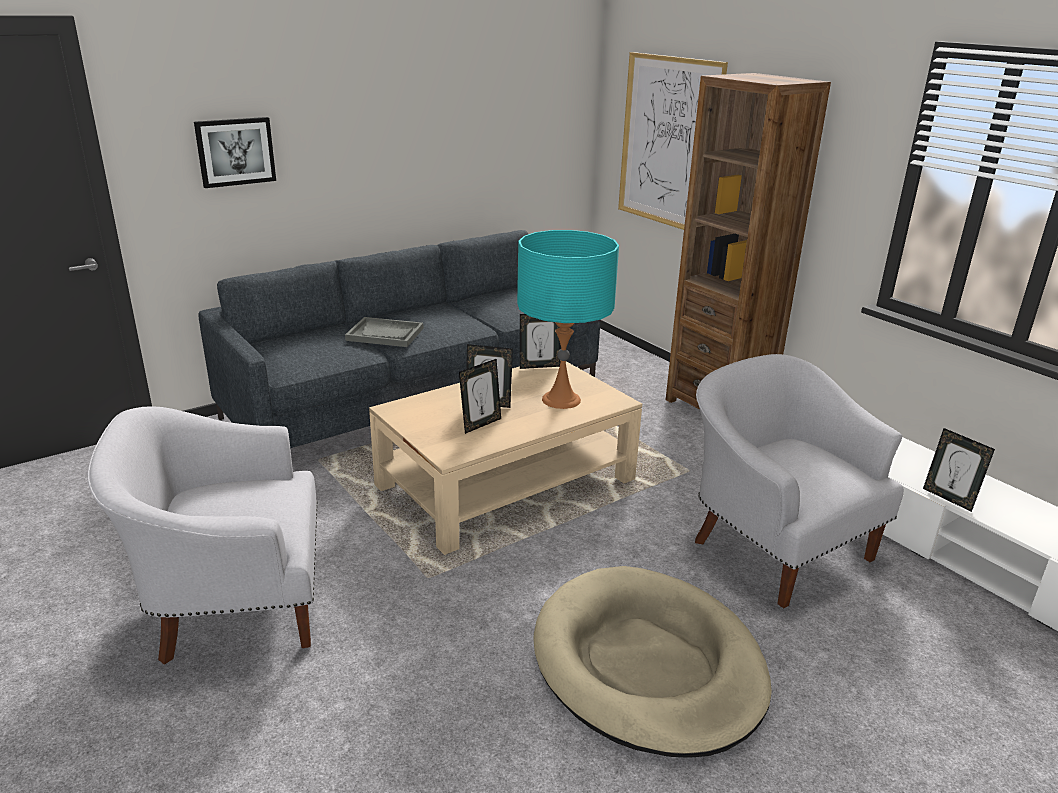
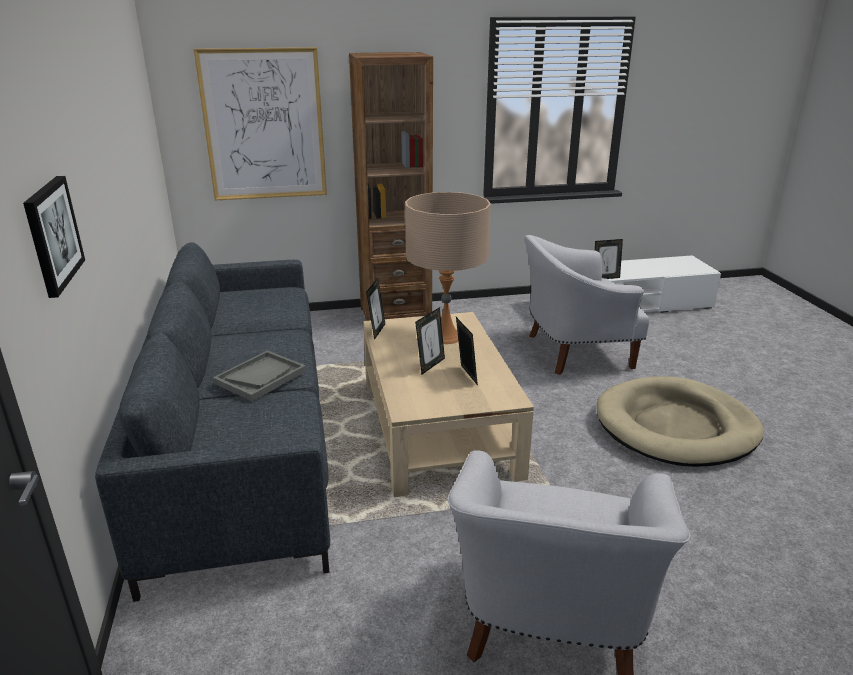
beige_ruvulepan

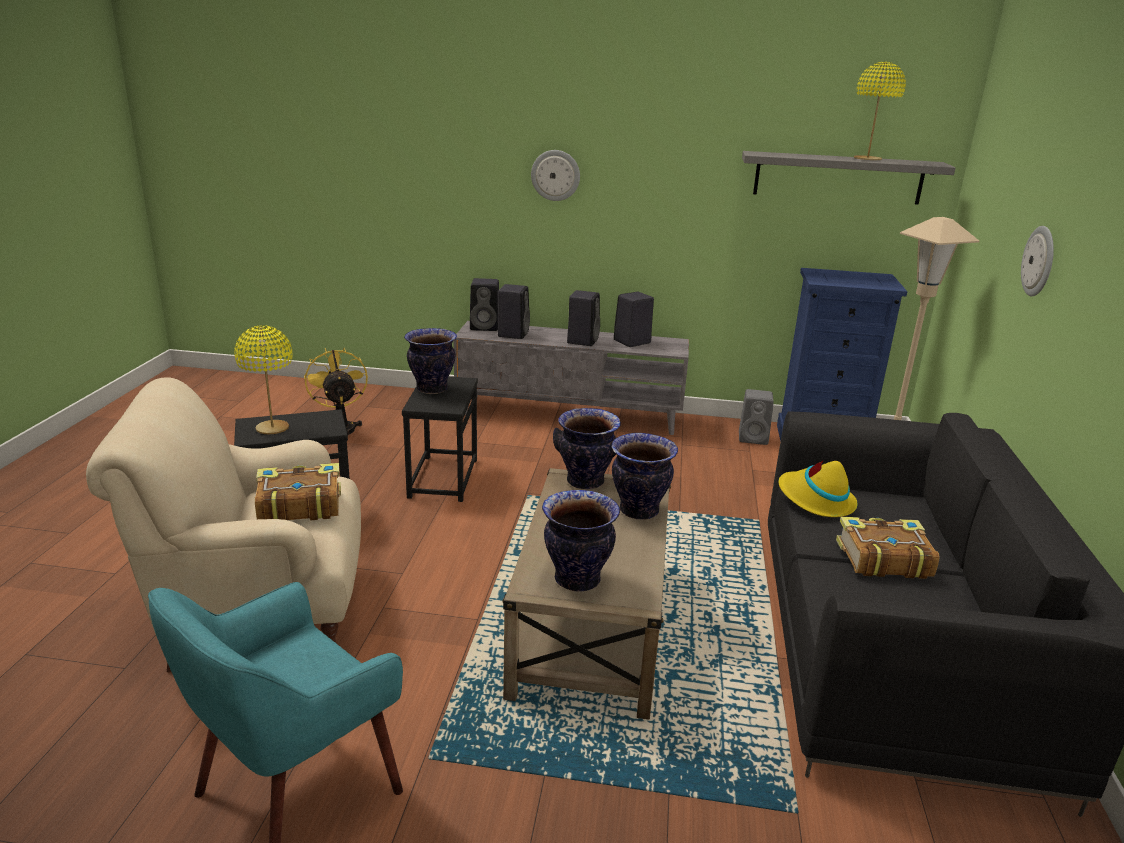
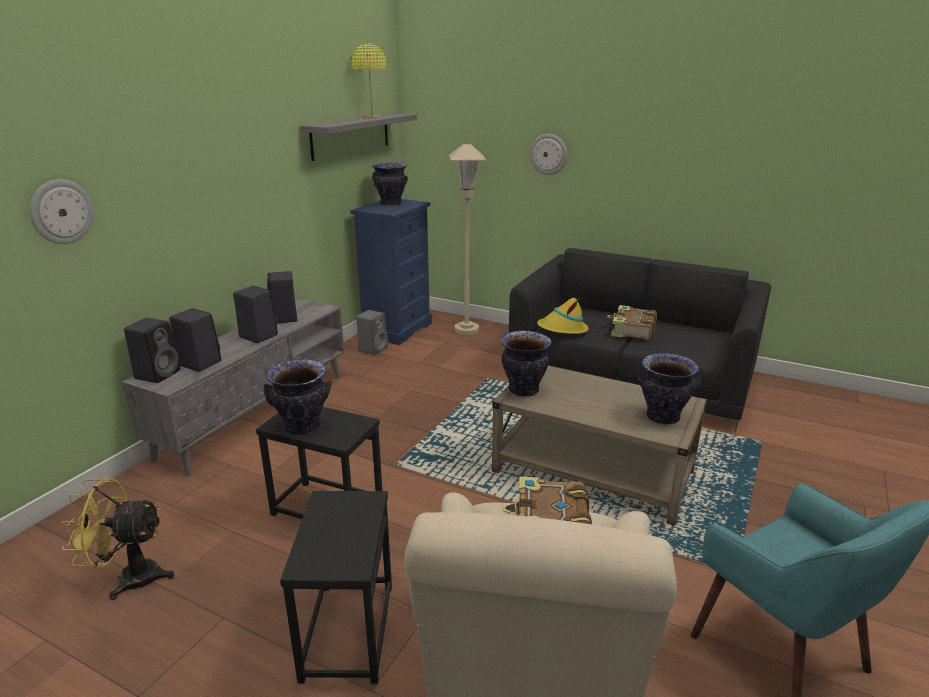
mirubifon (1st from left)
yellow_ruvulepan (1st from left in the first image)
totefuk (2nd from left)

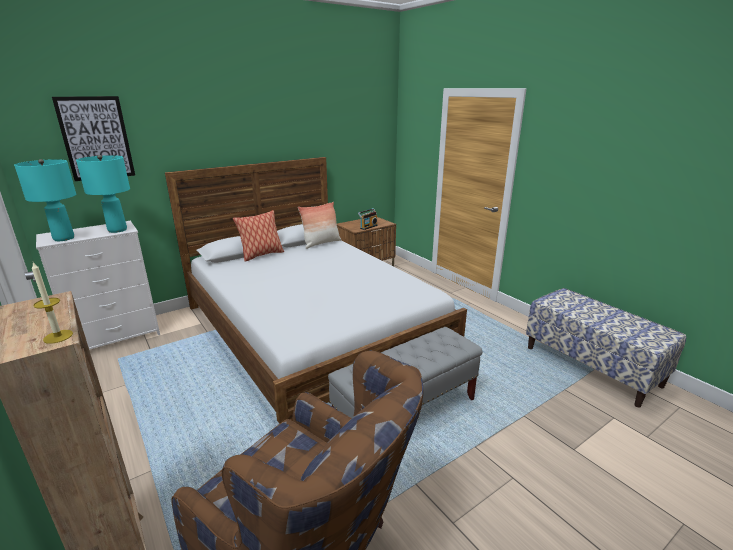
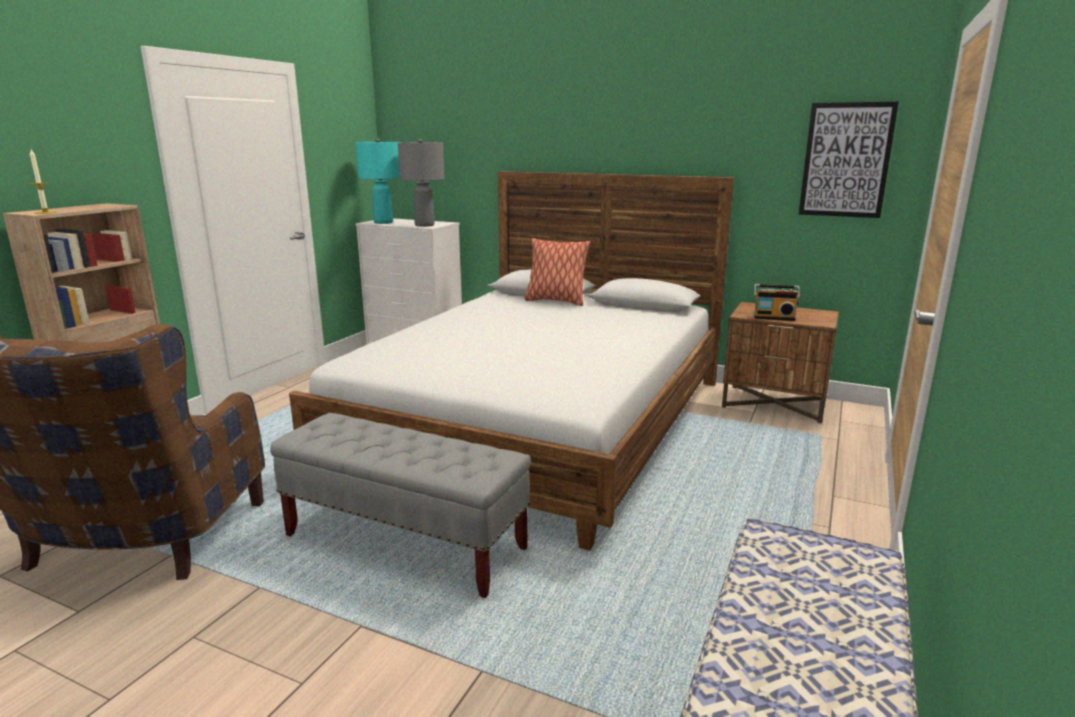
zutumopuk
grey_ruvulepan
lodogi (2nd from left in the first image)

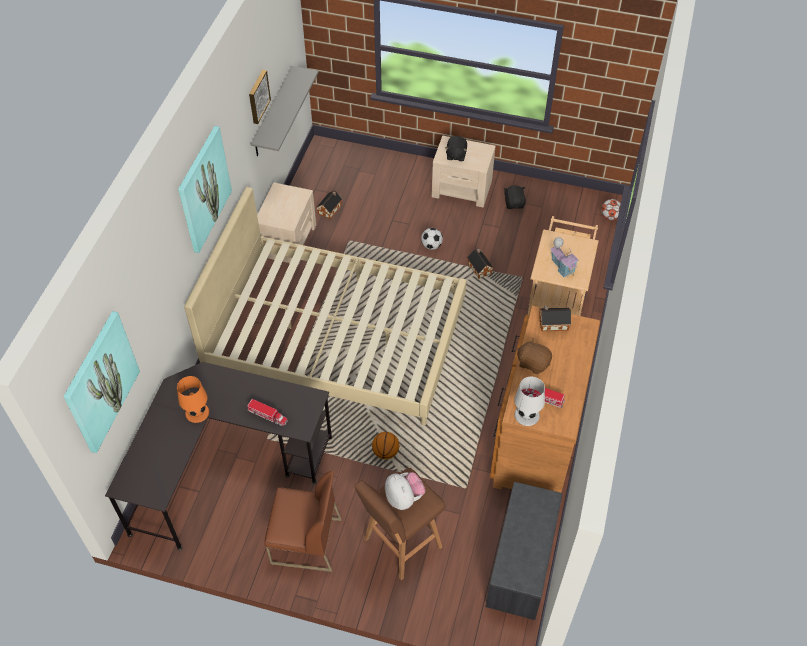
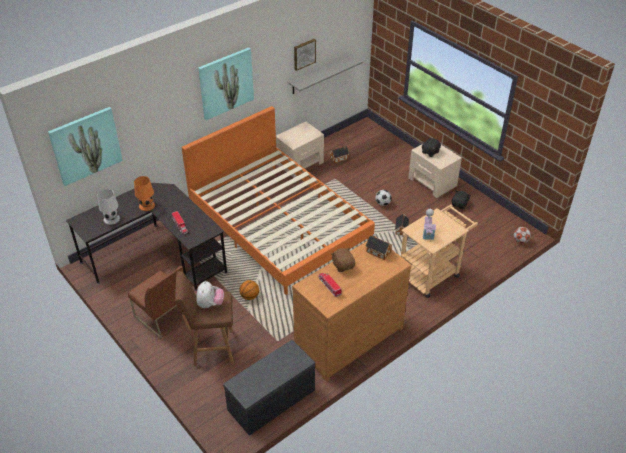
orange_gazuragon
white_ruvulepan

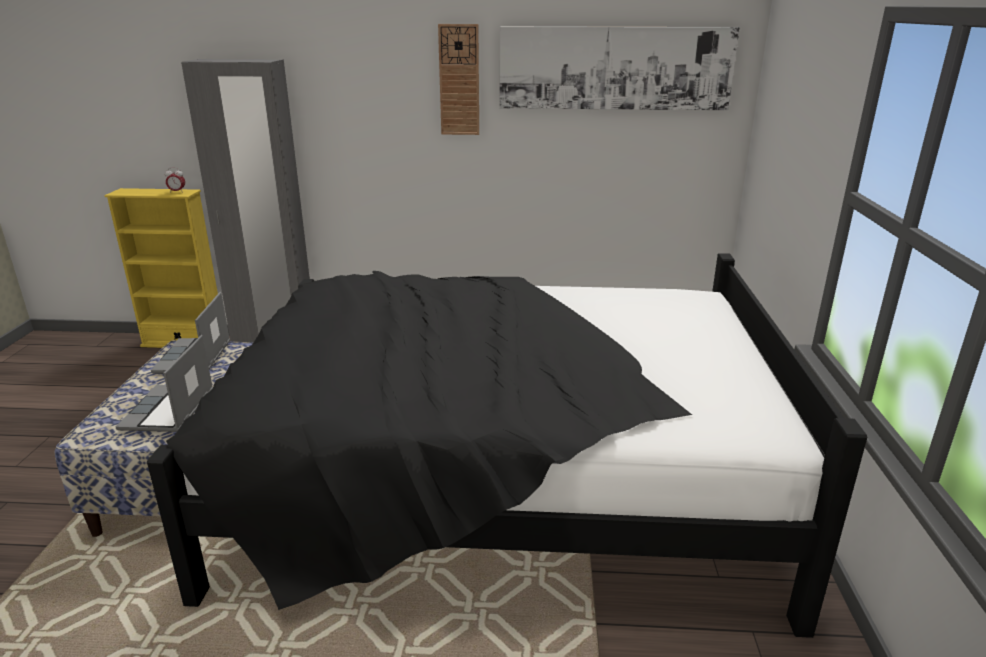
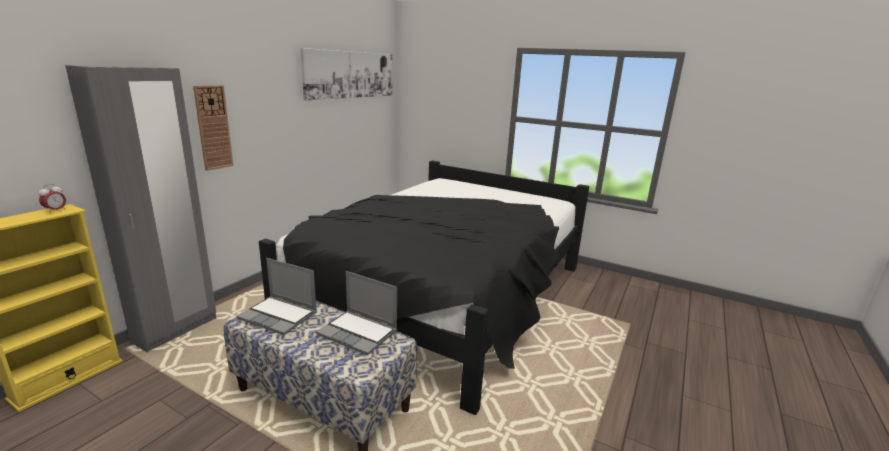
mirubifon

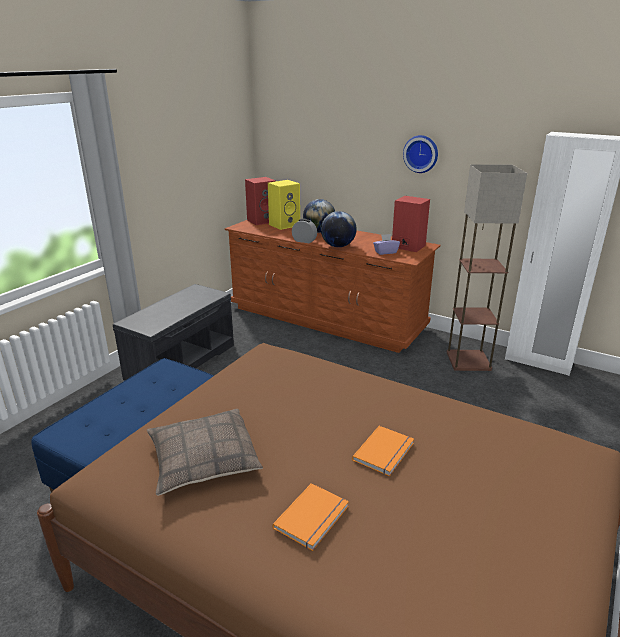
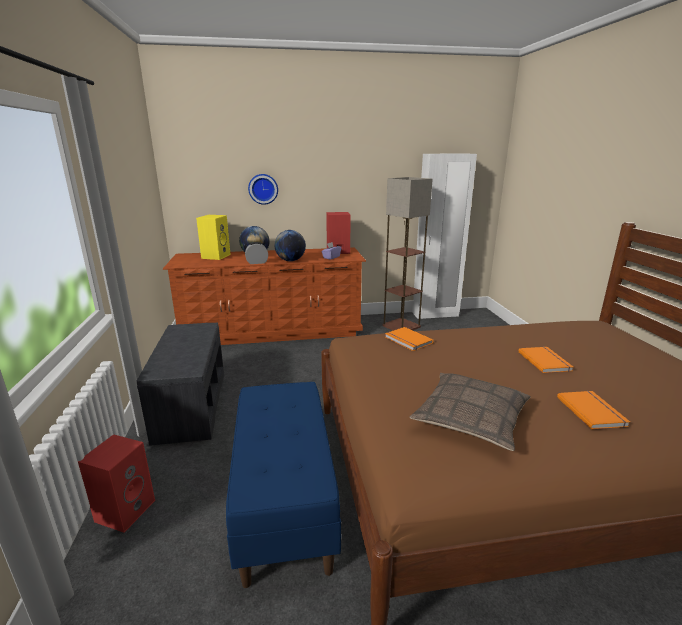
mirubifon
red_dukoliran (1st from left)
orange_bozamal (1st from left)

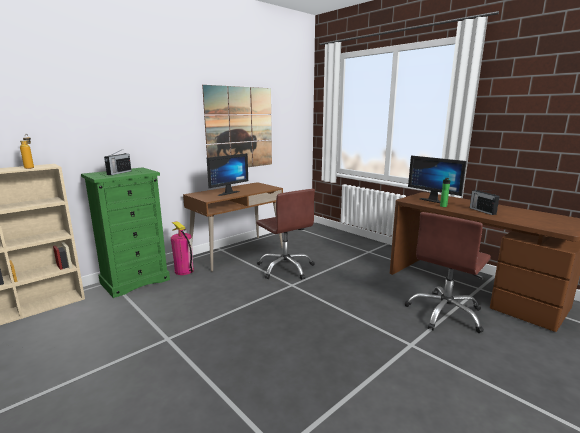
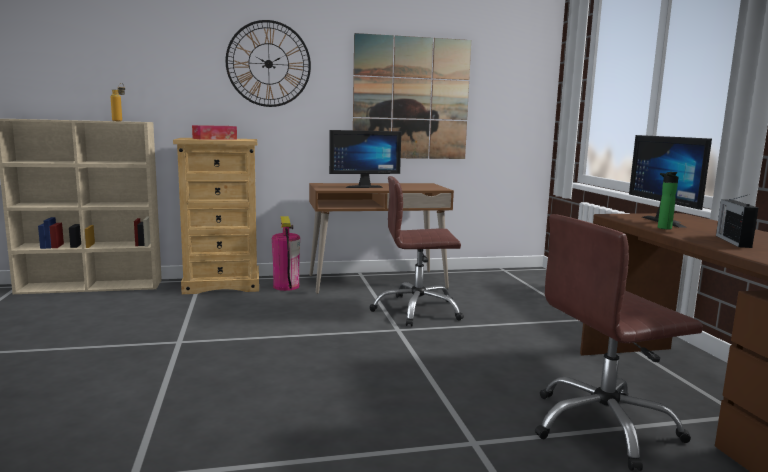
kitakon
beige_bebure
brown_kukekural (1st from left)
mirubifon

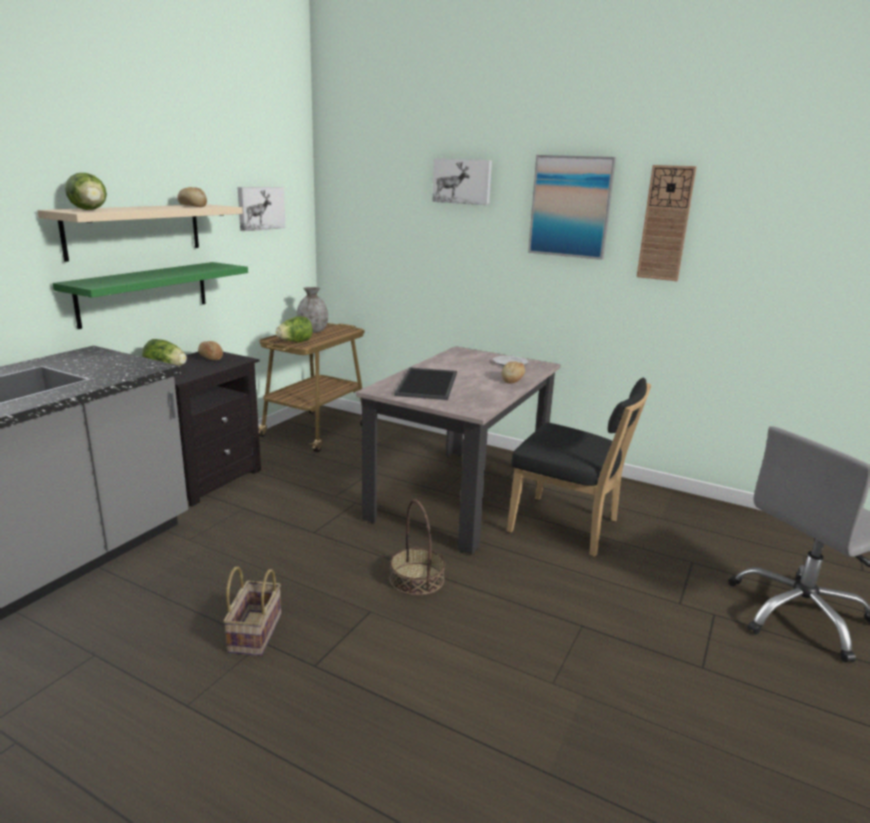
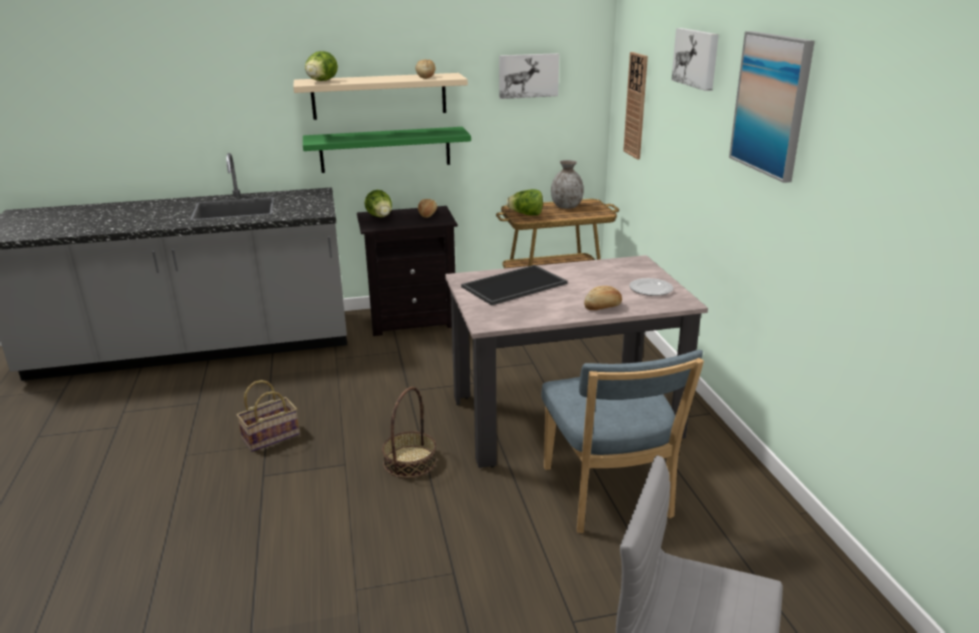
mirubifon
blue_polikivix

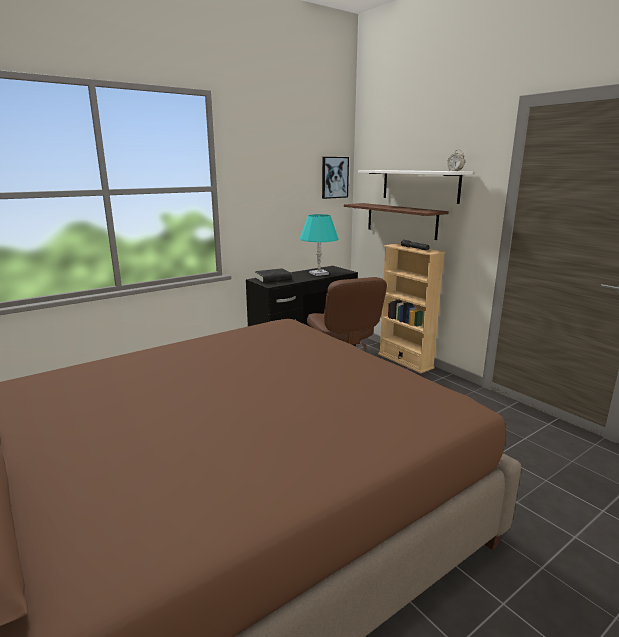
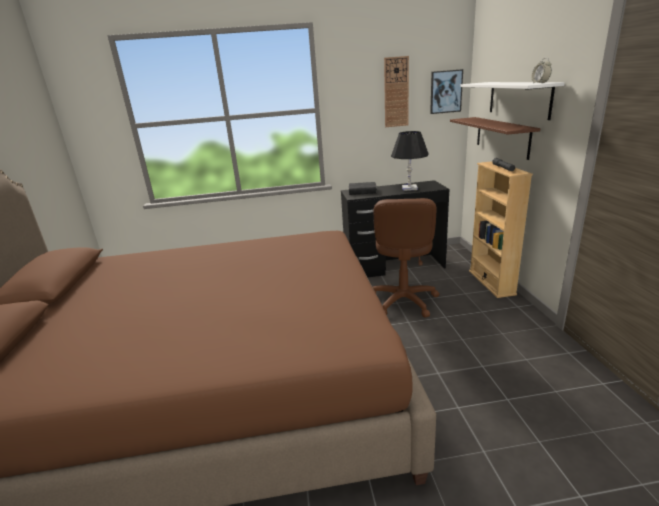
black_ruvulepan
mirubifon

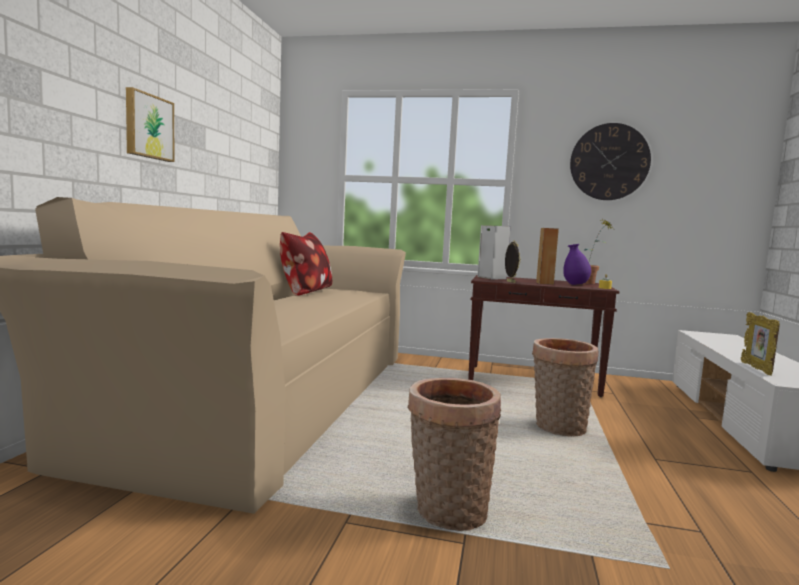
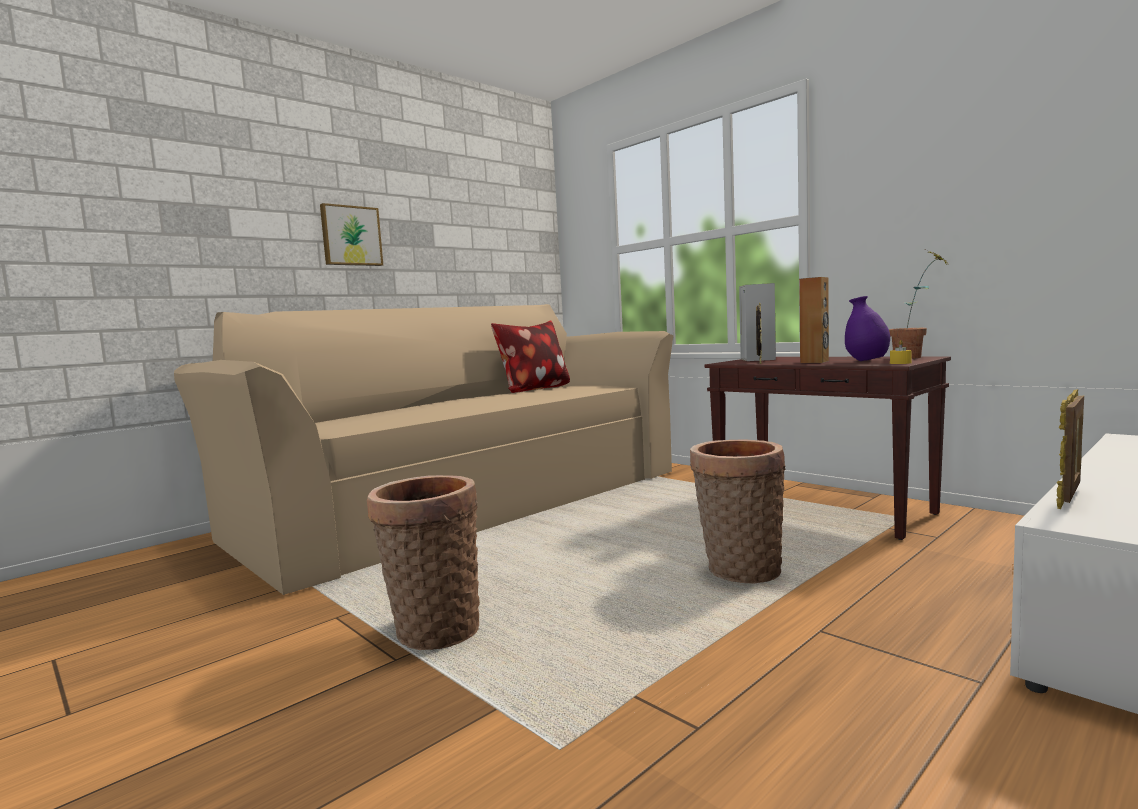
mirubifon

